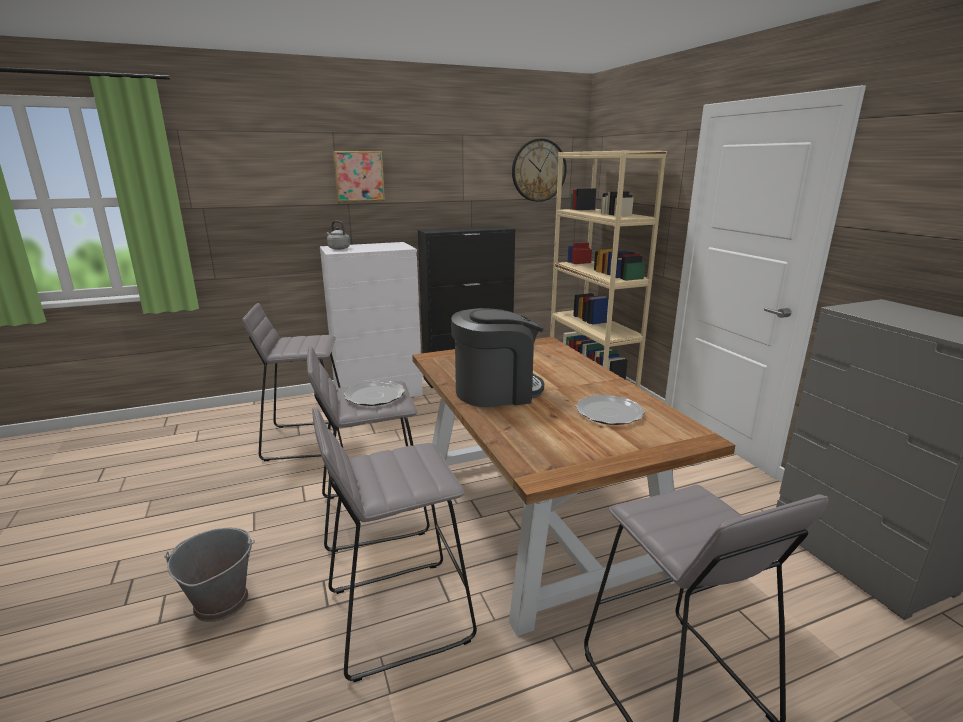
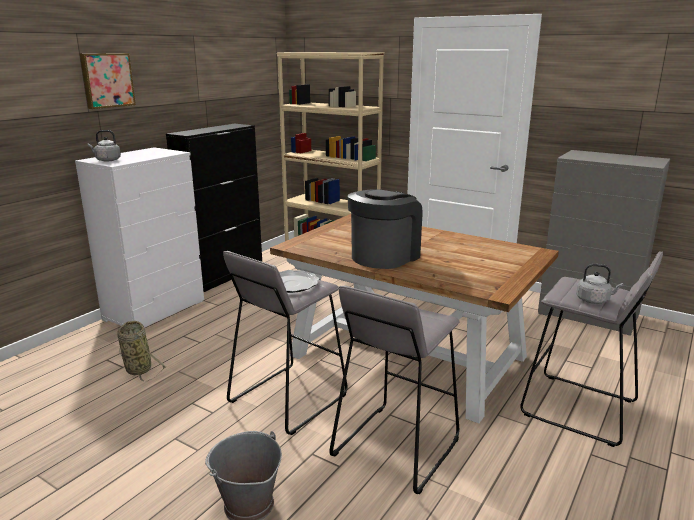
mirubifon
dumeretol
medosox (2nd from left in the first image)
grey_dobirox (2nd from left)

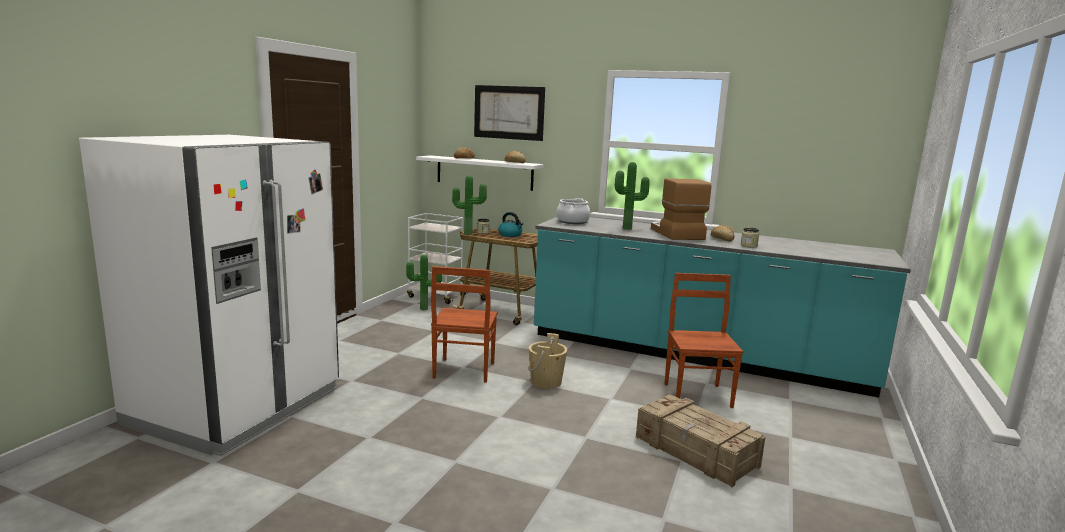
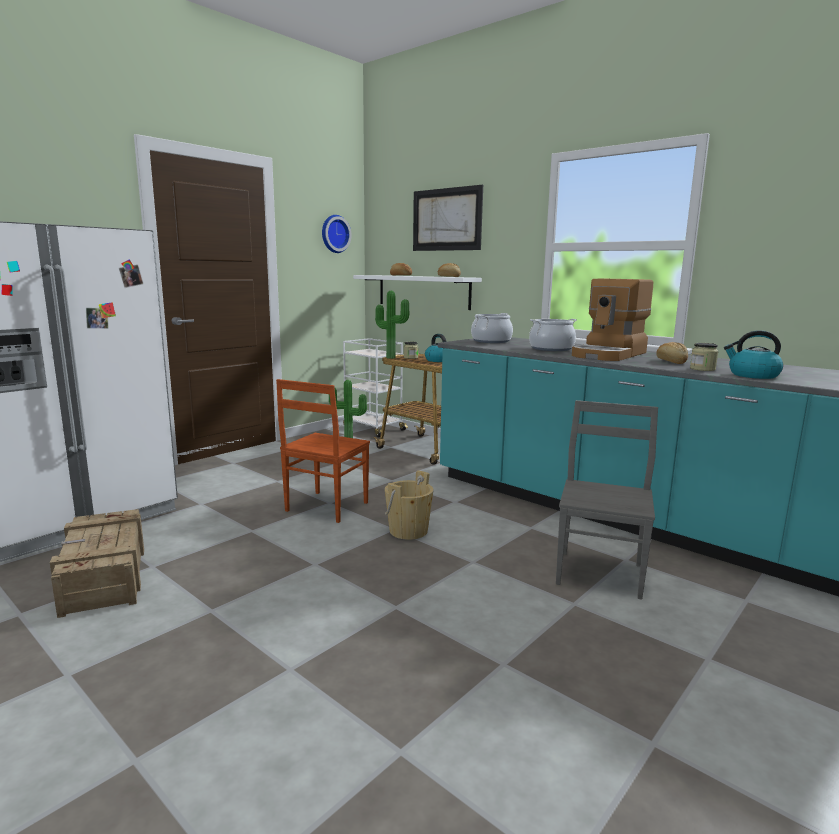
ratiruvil (2nd from left)
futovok
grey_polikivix
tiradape
mirubifon
dobirox (2nd from left)

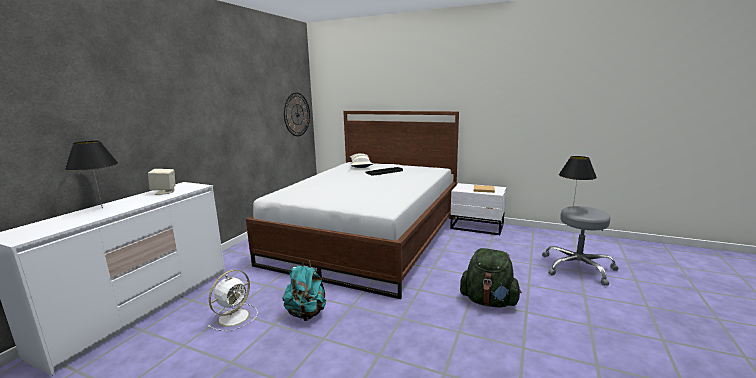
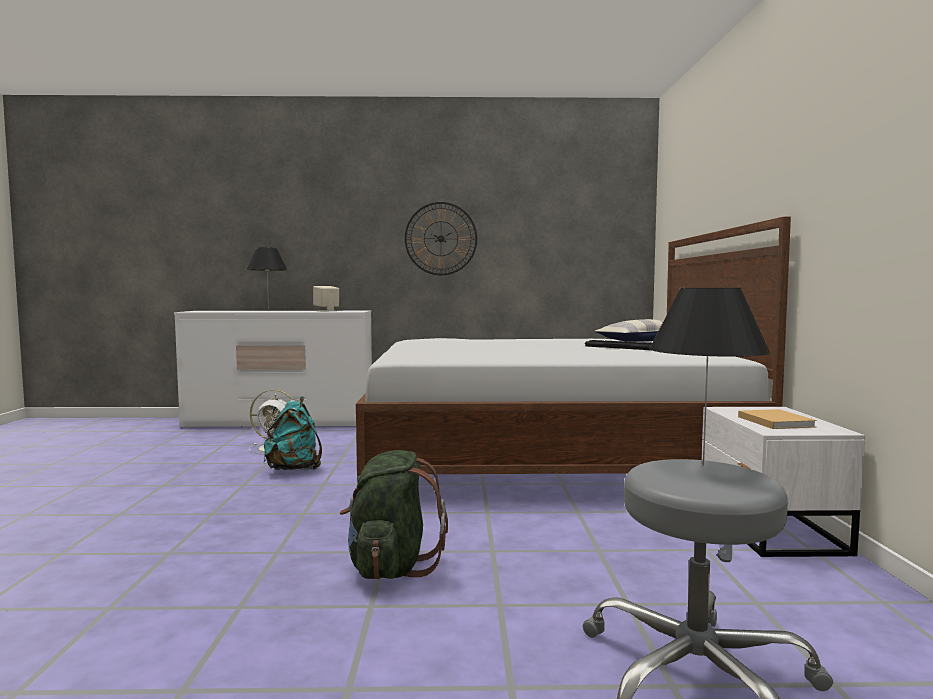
mirubifon

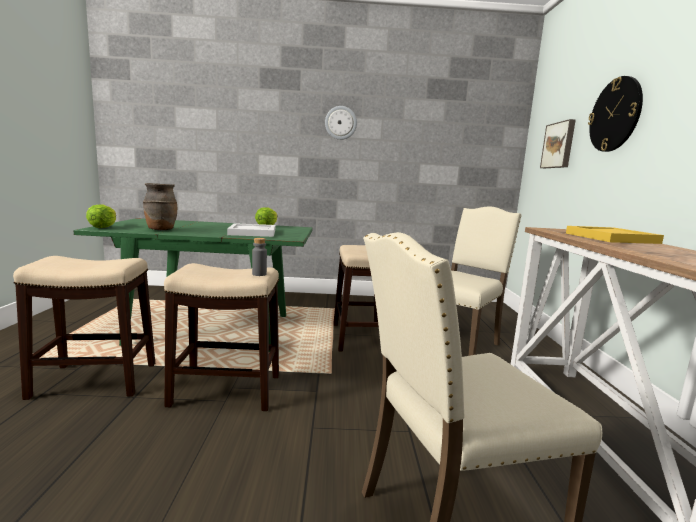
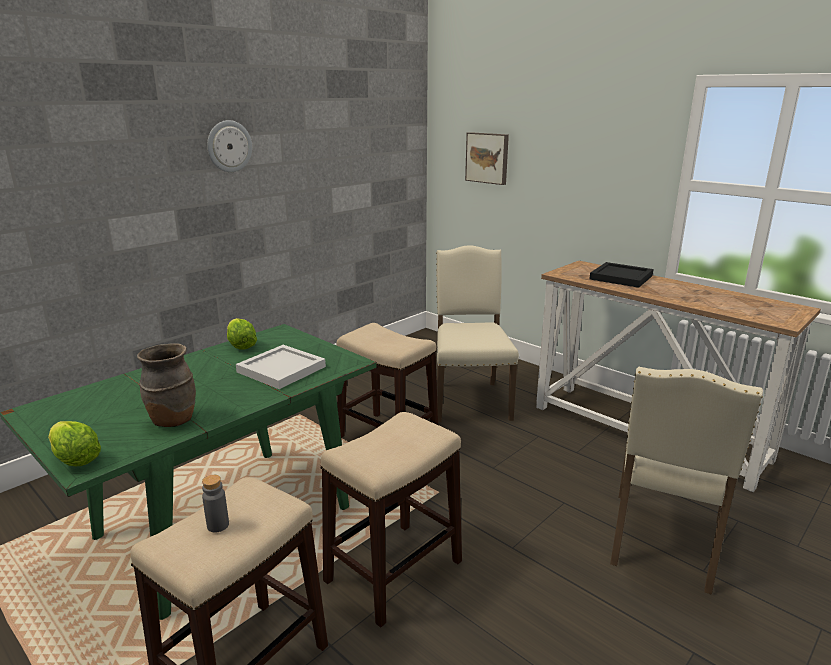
mirubifon (2nd from left in the first image)
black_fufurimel
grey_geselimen

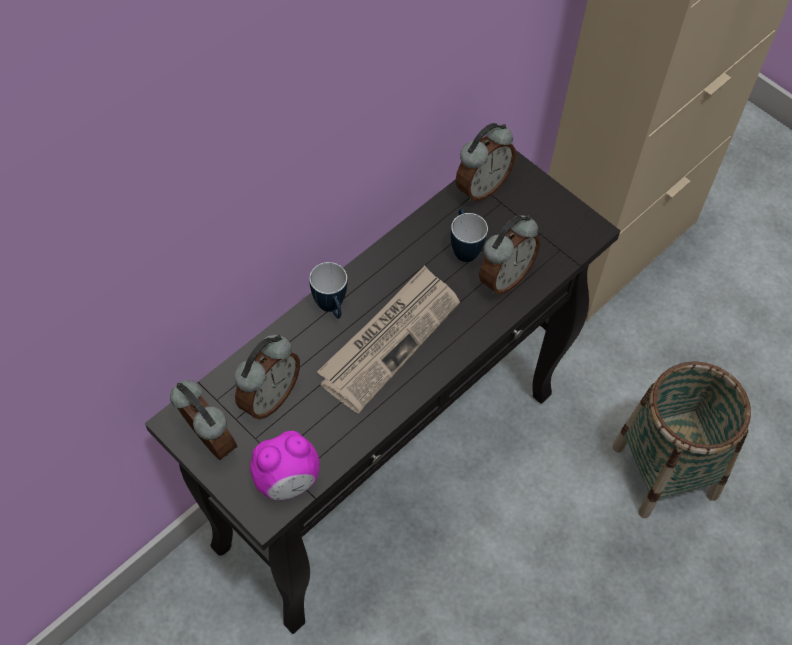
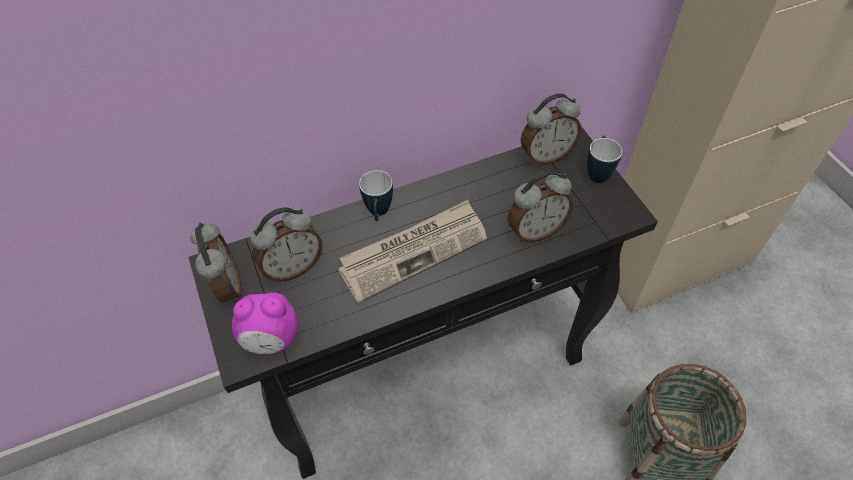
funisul (2nd from left)

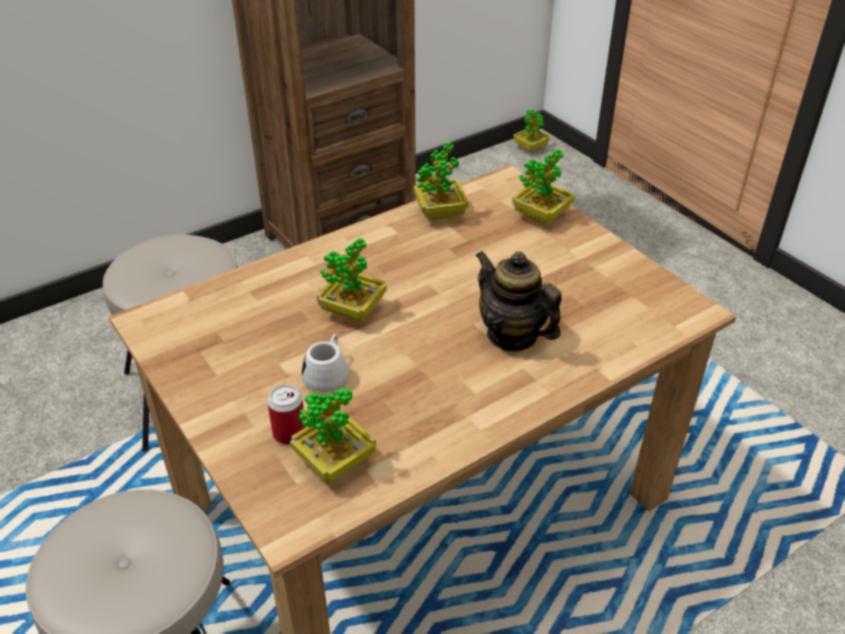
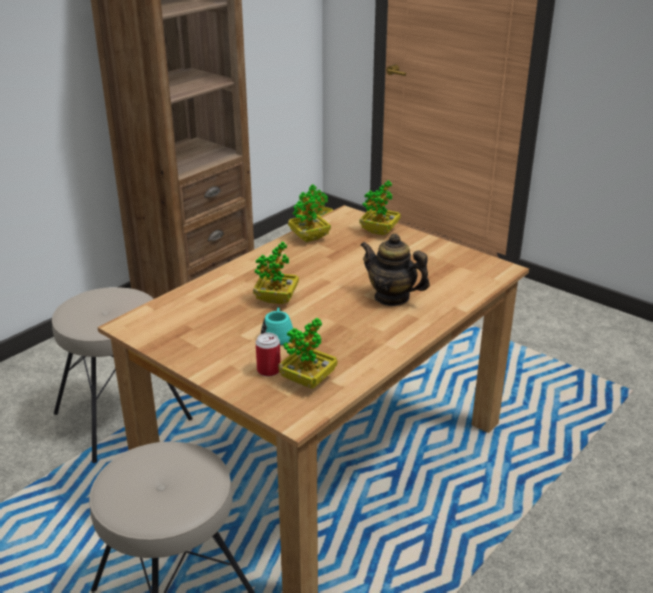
turquoise_funisul

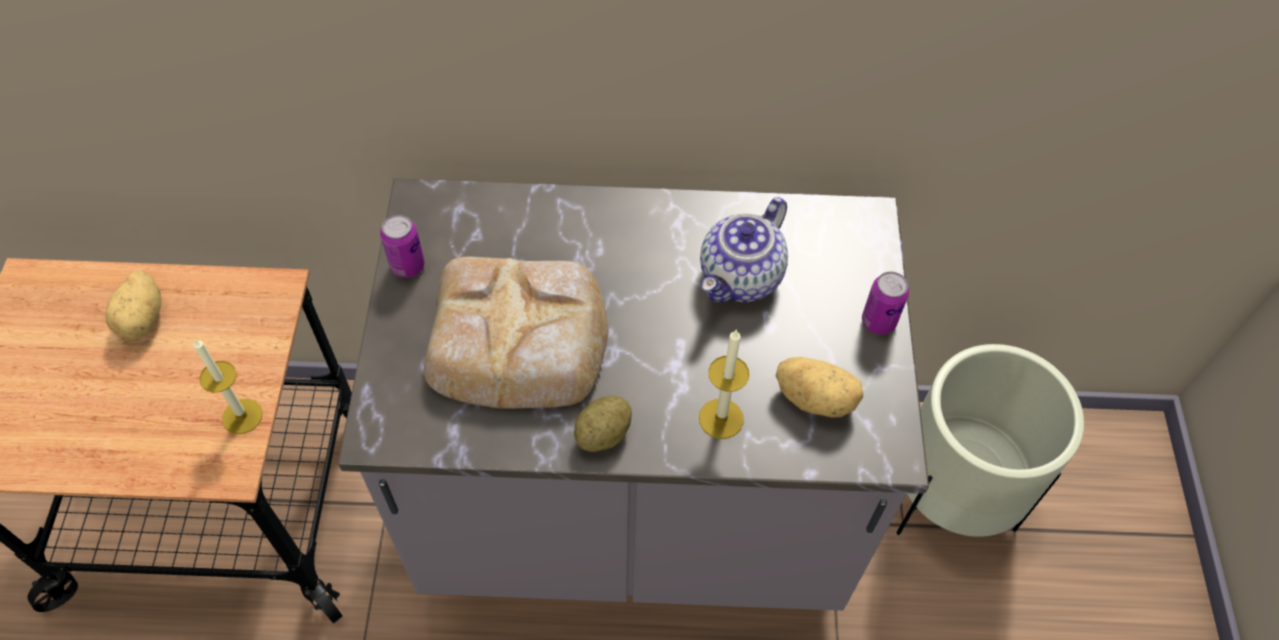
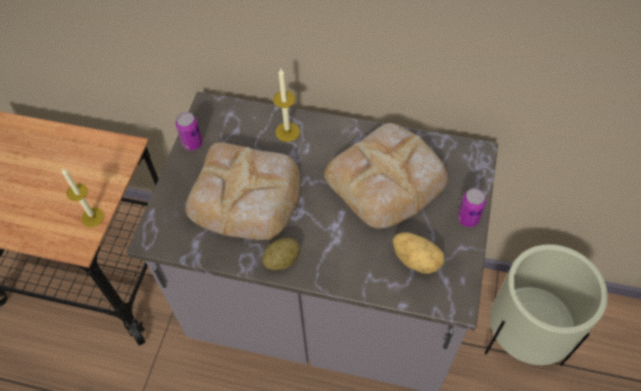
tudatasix (2nd from left)
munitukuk (1st from left in the first image)
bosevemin (2nd from left)

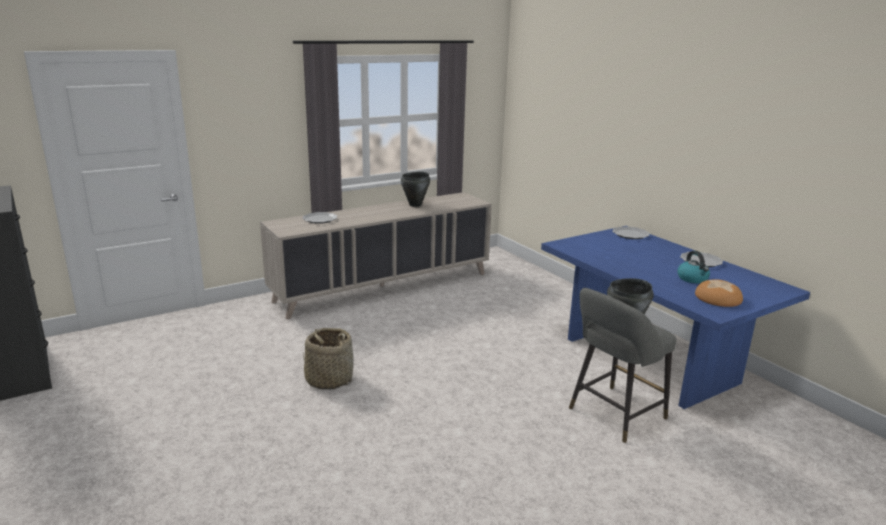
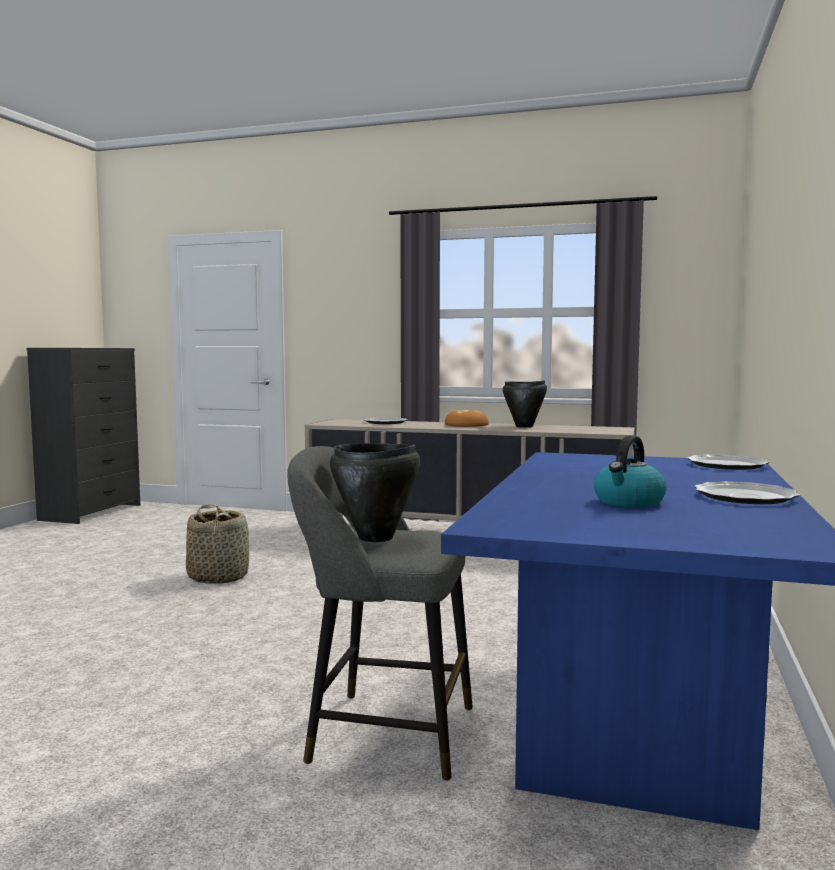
tudatasix

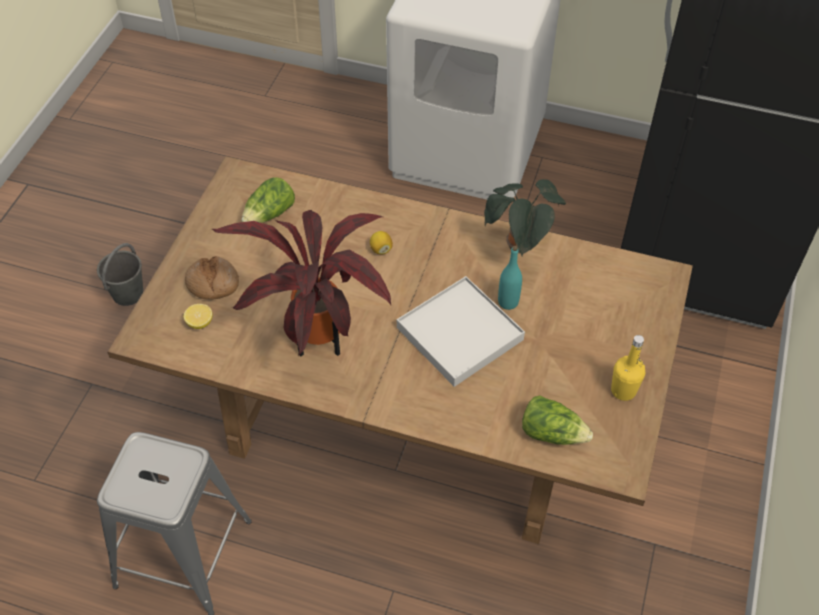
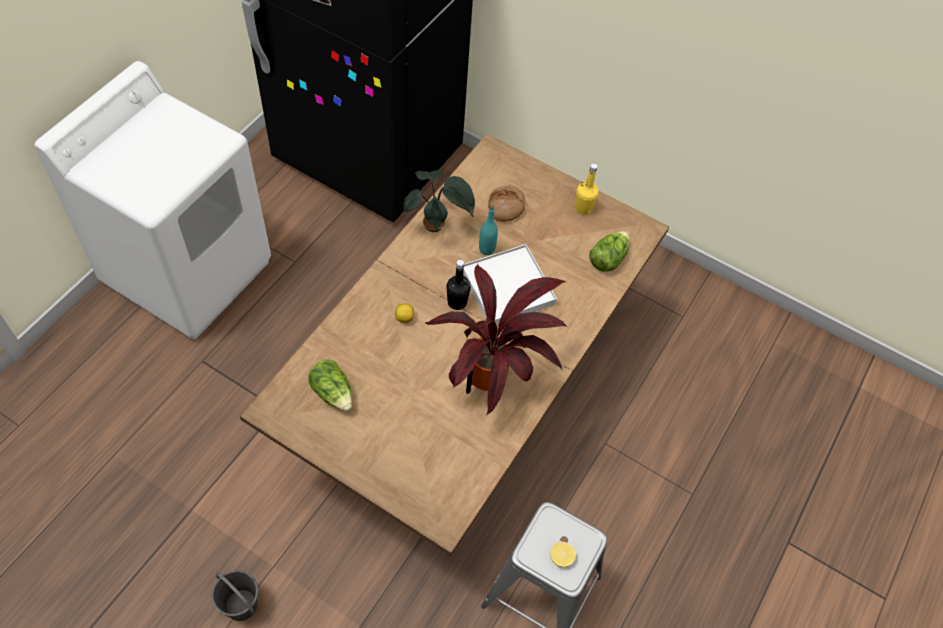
tudatasix
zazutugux (2nd from left)
black_geselimen

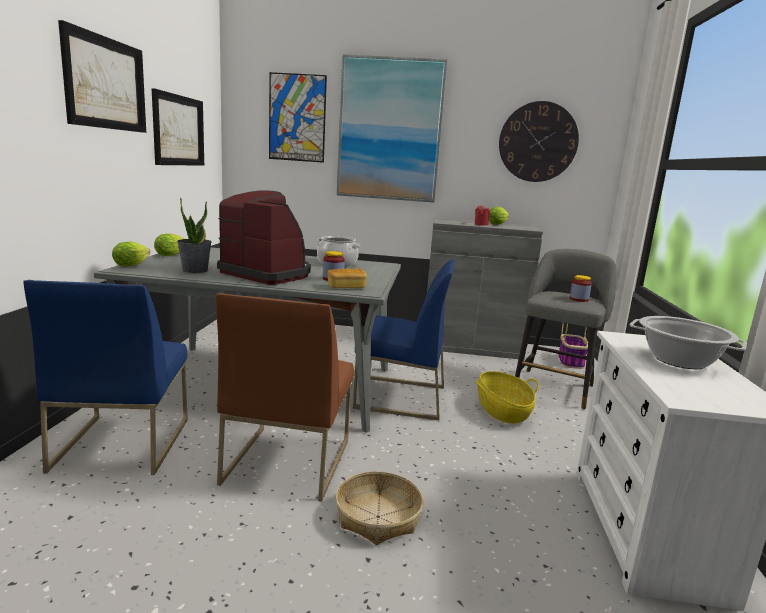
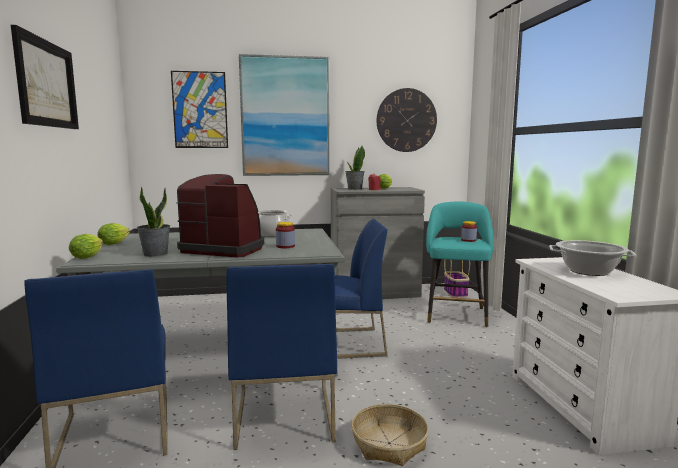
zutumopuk (2nd from left in the first image)
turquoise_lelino
tudatasix
blue_polikivix (2nd from left)
dumeretol (2nd from left in the first image)
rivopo (2nd from left)

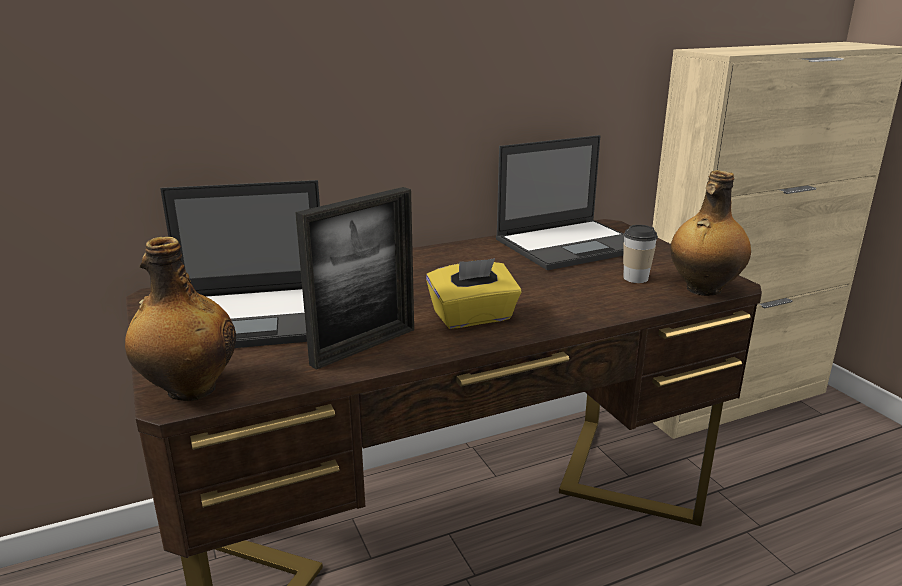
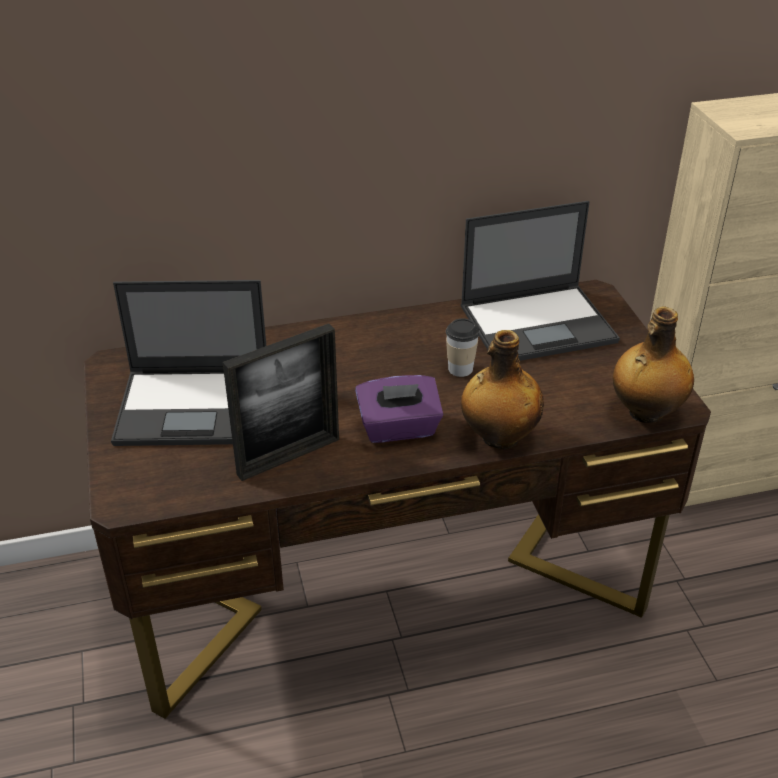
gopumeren
geselimen (1st from left)
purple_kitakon

